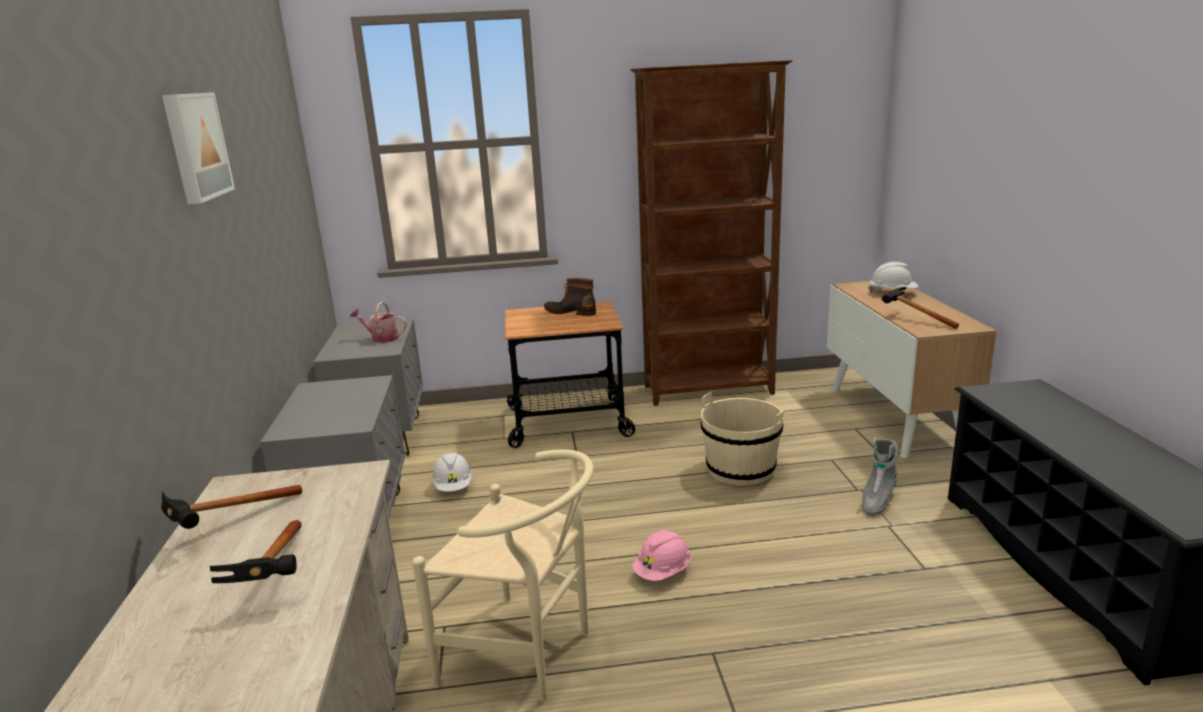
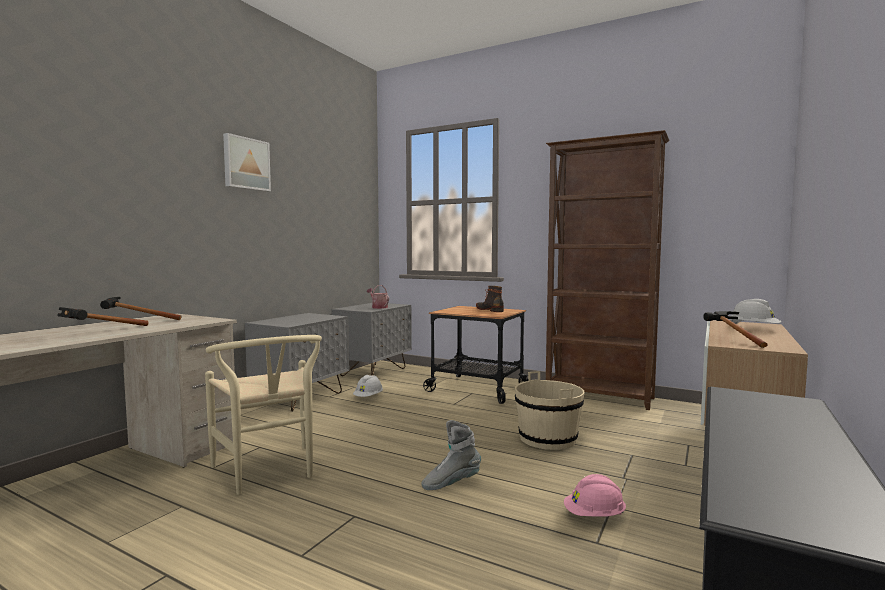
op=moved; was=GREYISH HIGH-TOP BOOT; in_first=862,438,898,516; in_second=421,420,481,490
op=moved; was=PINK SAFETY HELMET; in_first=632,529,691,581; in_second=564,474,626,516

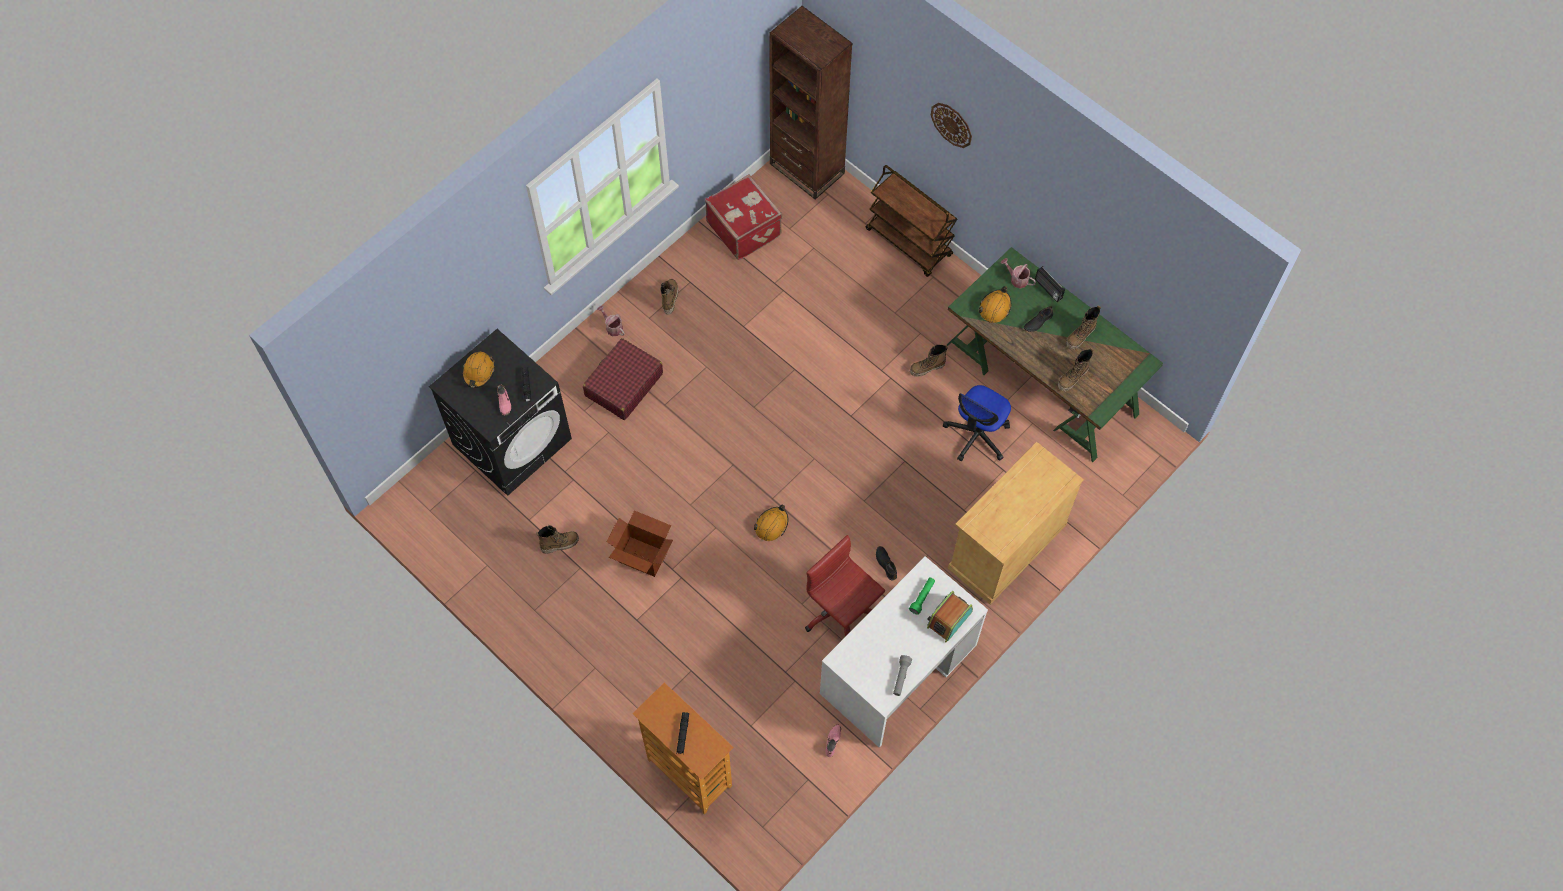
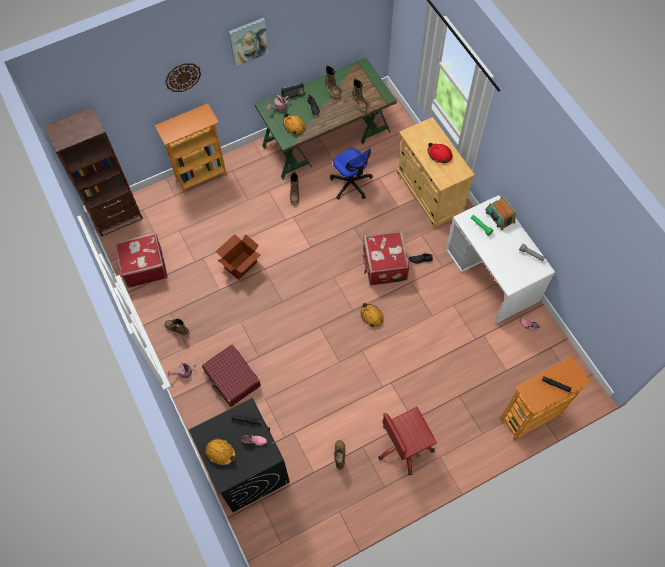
op=replaced; was=BROWN CART; now=BOOKCASE; in_first=865,165,957,277; in_second=155,104,227,194
op=moved; was=CARTON; in_first=606,510,673,577; in_second=215,234,261,280
op=moved; was=REDDISH DESK CHAIR; in_first=805,535,885,637; in_second=378,407,437,475
op=added; now=PICTURE; in_second=229,18,269,66
op=added; now=REDDISH SAFETY HELMET; in_second=428,143,453,163
op=added; now=REDDISH TRAVEL CASE; in_second=362,231,410,285

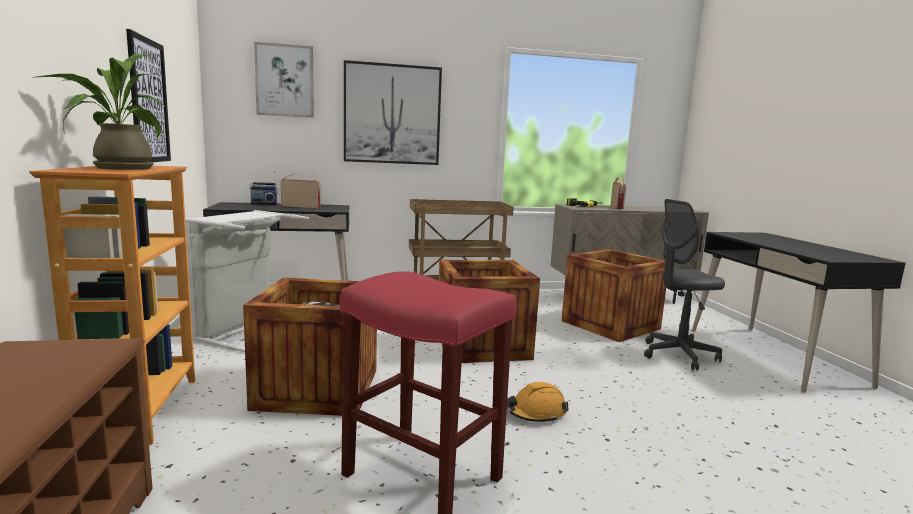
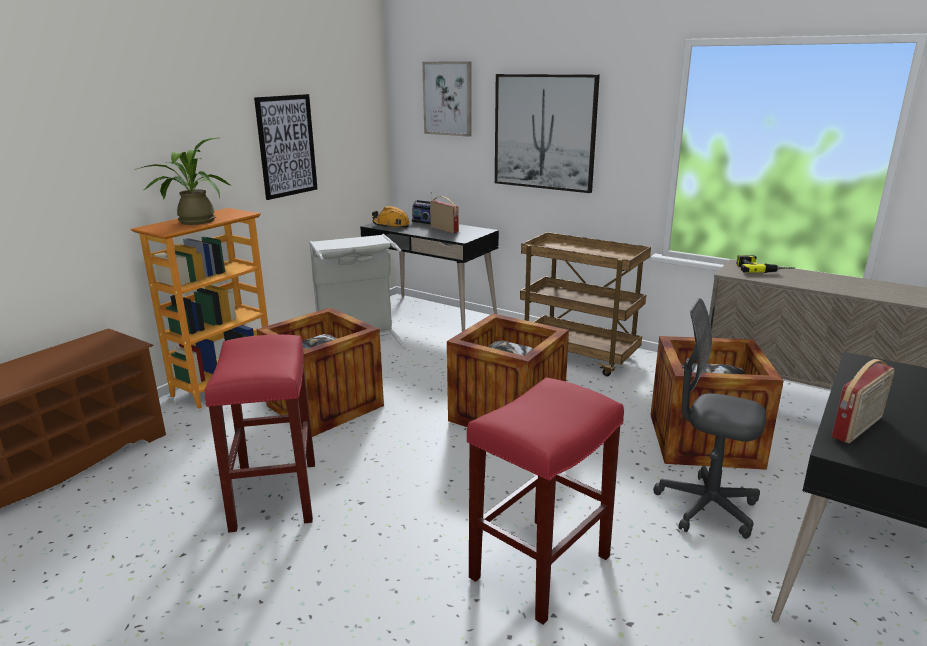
op=moved; was=RADIO SET; in_first=611,177,626,209; in_second=832,359,895,443
op=moved; was=ORANGE SAFETY HELMET; in_first=507,382,569,423; in_second=372,206,410,228
op=added; now=REDDISH STOOL SEAT; in_second=467,378,624,625

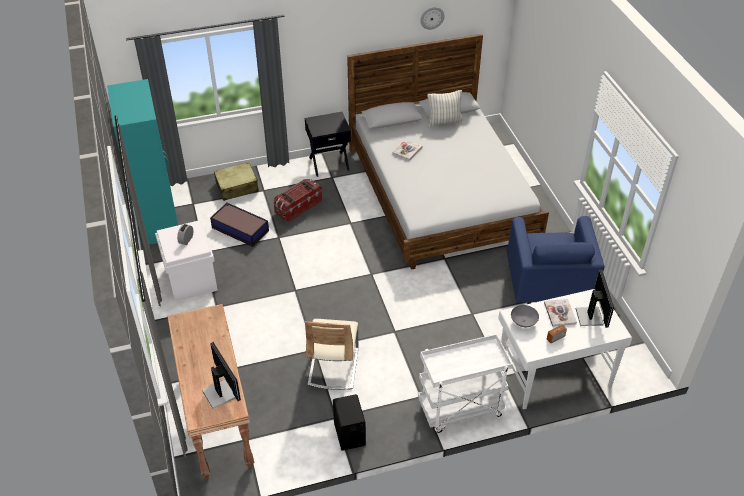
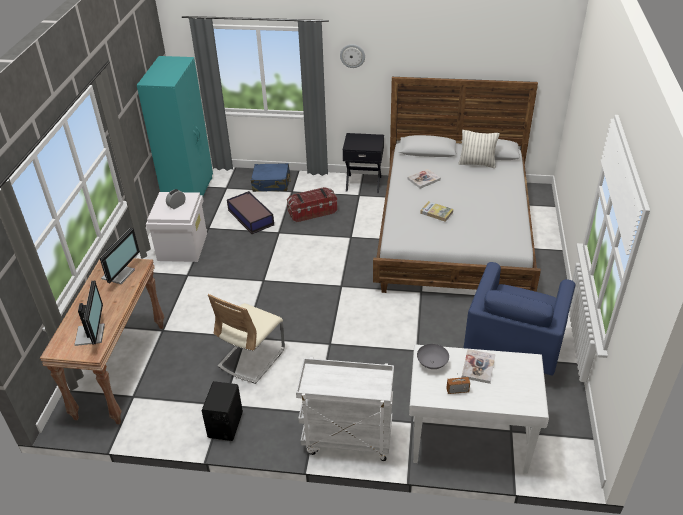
op=moved; was=WALL CLOCK; in_first=420,7,445,30; in_second=340,44,365,68
op=recoloured; was=BEIGE-COLOURED TRAVEL CASE; now=BLUE TRAVEL CASE; in_first=214,162,259,201; in_second=251,163,291,192
op=moved; was=MONITOR; in_first=576,270,614,328; in_second=100,228,140,284
op=added; now=BOUND BOOK; in_second=420,201,453,222

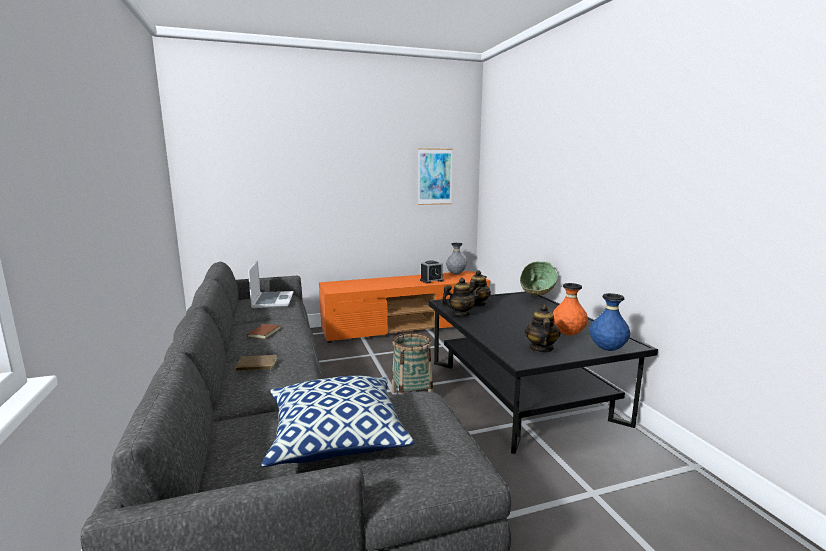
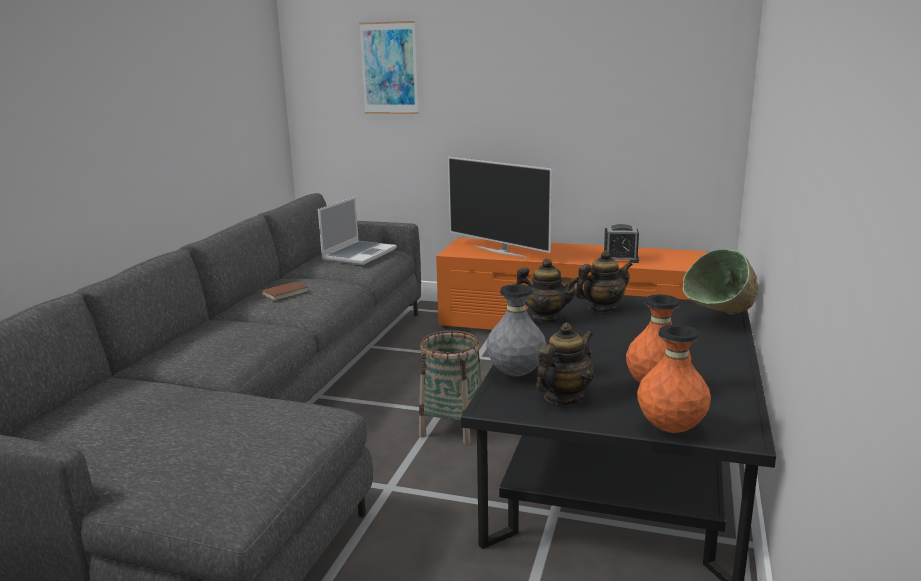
op=moved; was=PICTURE; in_first=418,148,453,205; in_second=359,21,418,114
op=moved; was=GREYISH FLOWER VASE; in_first=446,243,467,274; in_second=486,284,546,376
op=recoloured; was=BLUE FLOWER VASE; now=ORANGE FLOWER VASE; in_first=590,293,630,351; in_second=637,325,711,433
op=removed; was=BROWN BOUND BOOK; in_first=235,355,278,371
op=removed; was=CUSHION; in_first=262,376,415,467
op=added; now=TELEVISION; in_second=448,157,552,258

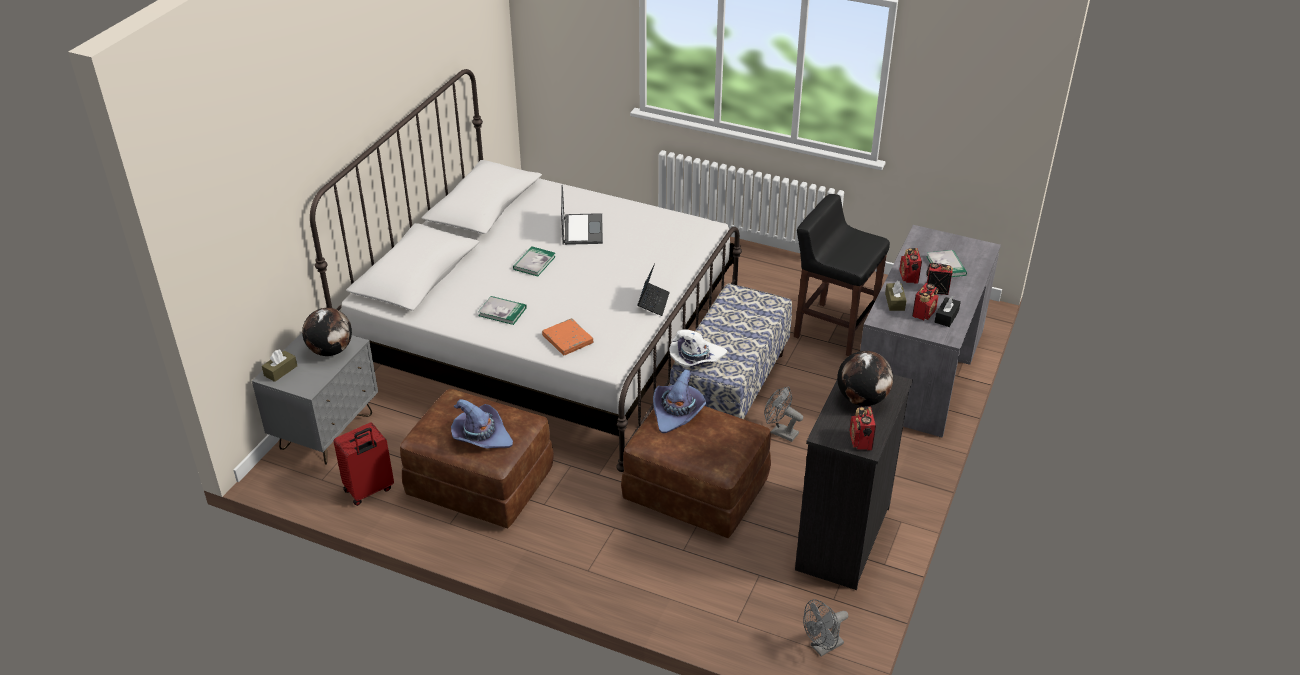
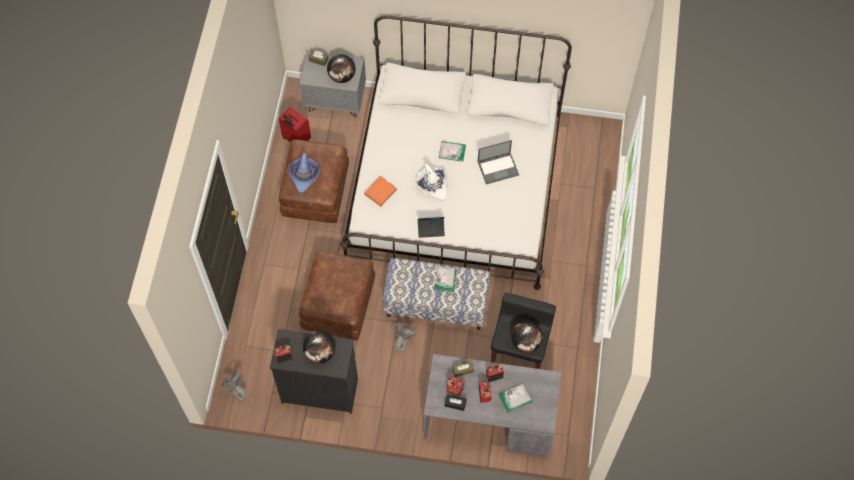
op=moved; was=BOUND BOOK; in_first=478,296,527,325; in_second=435,266,457,292
op=moved; was=WHITE HAT; in_first=669,329,727,367; in_second=416,164,448,201
op=removed; was=PURPLE-COLOURED HAT; in_first=653,369,707,433
op=added; now=DESK GLOBE; in_second=511,321,543,353

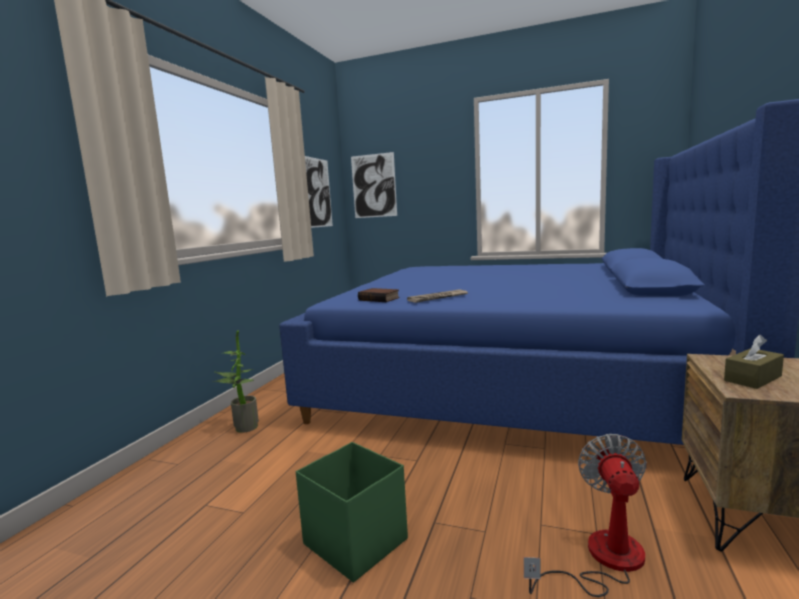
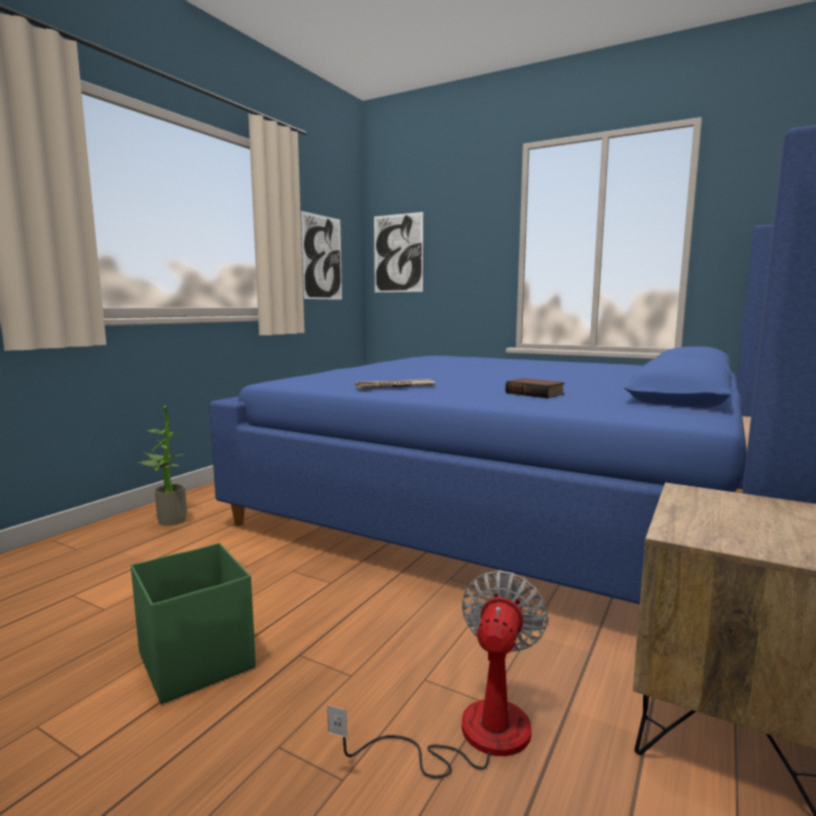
op=moved; was=BOUND BOOK; in_first=358,288,399,302; in_second=505,378,565,398
op=removed; was=BROWN BOX OF TISSUES; in_first=724,335,784,389

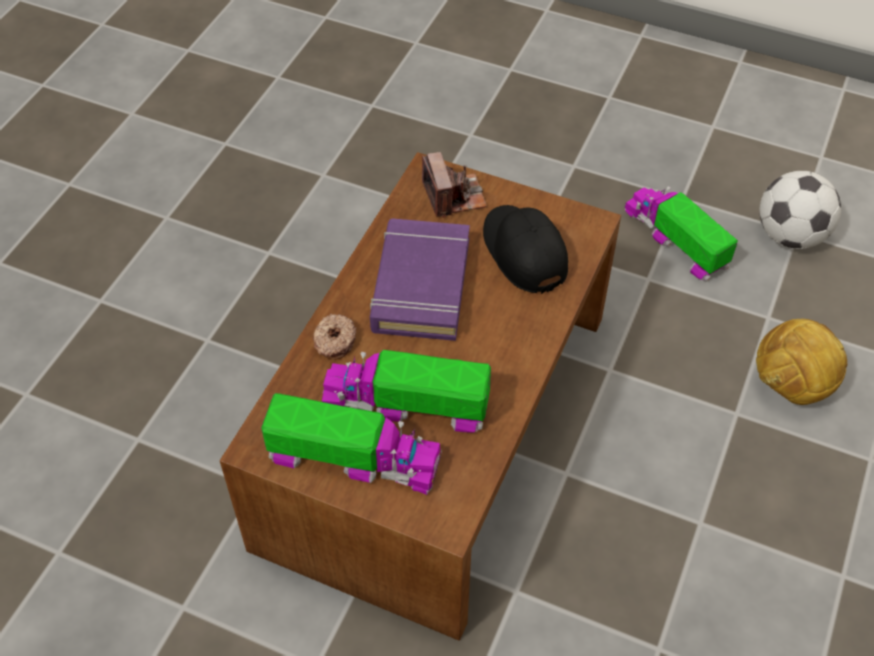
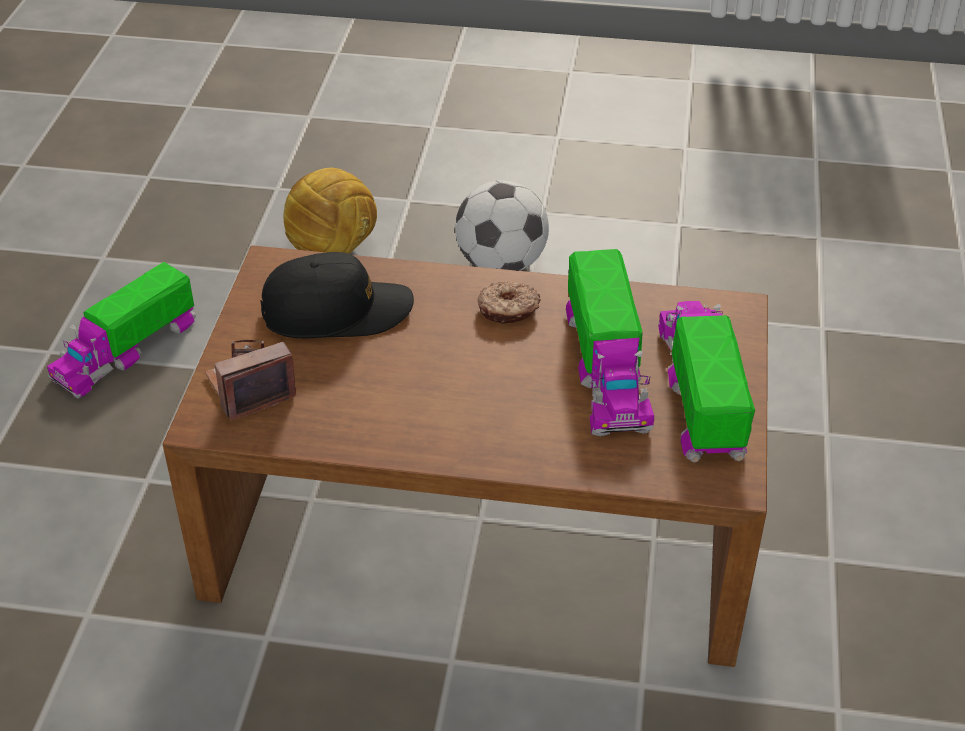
op=moved; was=FOOTBALL; in_first=759,171,841,249; in_second=455,180,549,271
op=turned; was=BLACKISH PEAKED CAP; in_first=483,205,568,294; in_second=261,252,414,338; clockwise=-150
op=removed; was=PURPLE-COLOURED BOUND BOOK; in_first=370,218,470,341
op=moved; was=DOUGHNUT; in_first=313,313,357,360; in_second=478,281,541,324

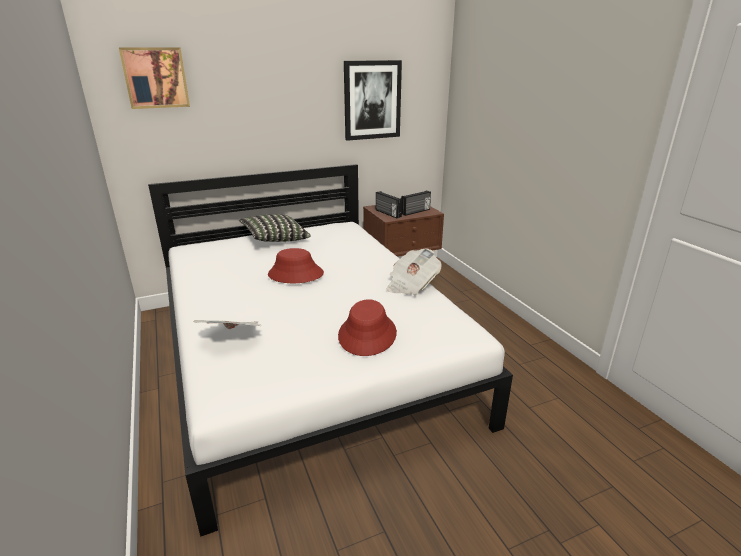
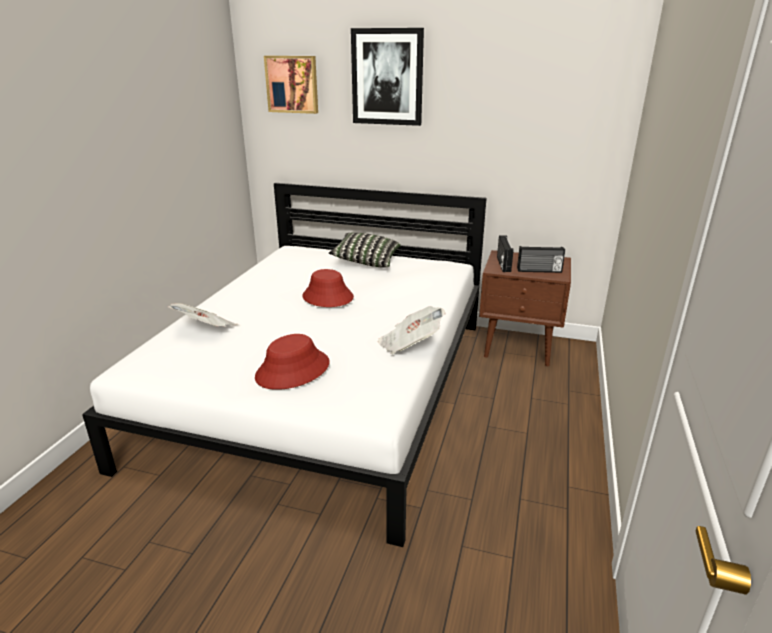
op=moved; was=PICTURE; in_first=344,60,402,141; in_second=351,28,424,126

